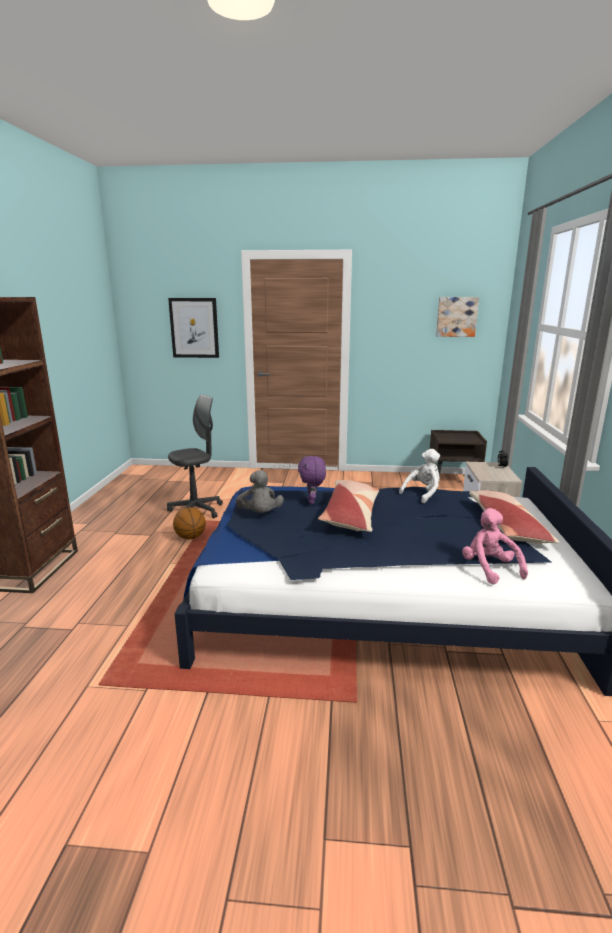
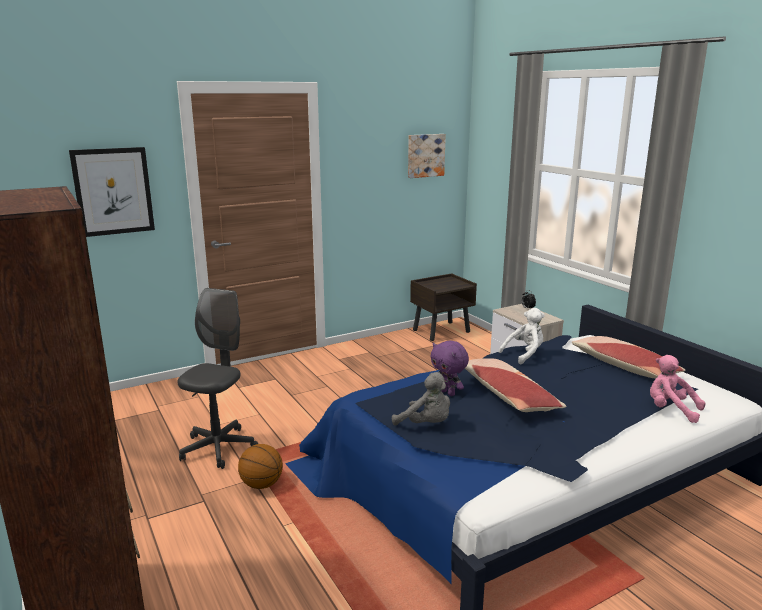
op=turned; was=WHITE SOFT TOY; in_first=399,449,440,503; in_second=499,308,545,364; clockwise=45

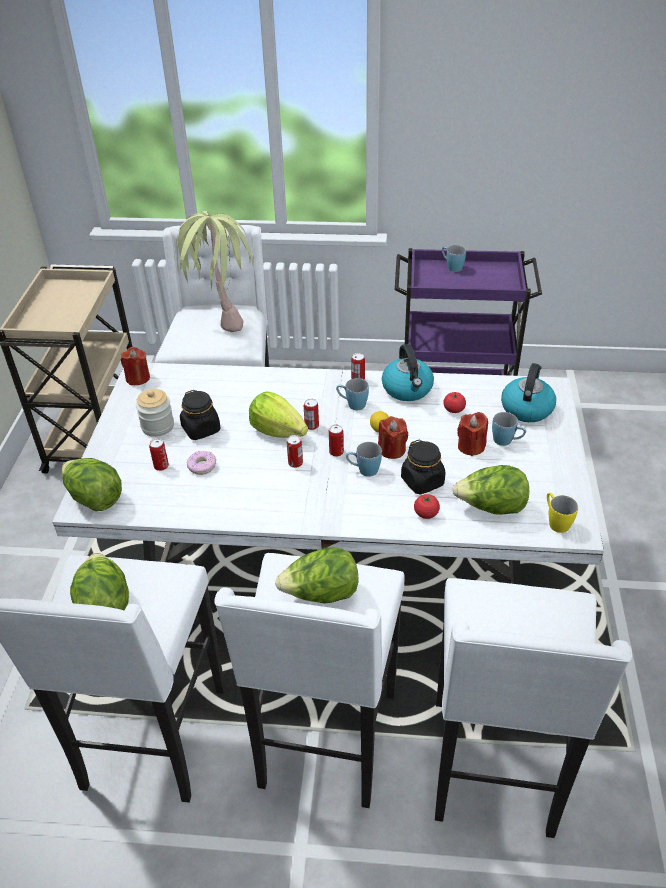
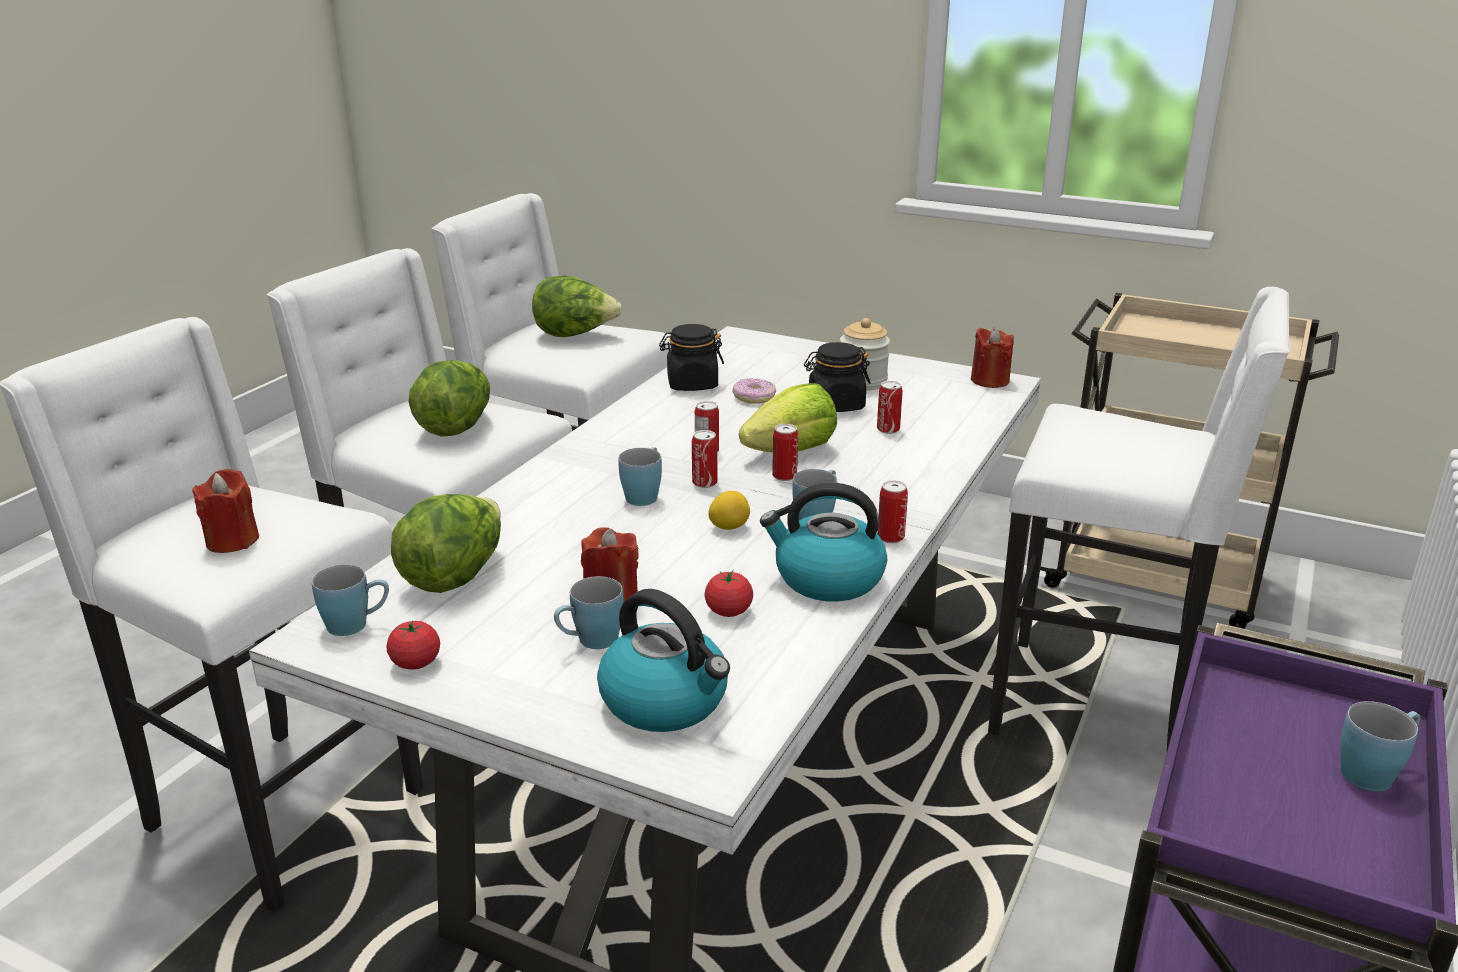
op=removed; was=HOUSEPLANT; in_first=174,211,253,332
op=moved; was=REDDISH WAX CANDLE; in_first=378,416,409,459; in_second=192,469,259,553
op=moved; was=SEALED CAN; in_first=149,438,169,471; in_second=877,381,903,434
op=moved; was=BLACKISH JAR; in_first=401,440,445,495; in_second=659,324,724,391
op=removed; was=HEAD OF LETTUCE; in_first=62,458,122,511
op=recoloured; was=YELLOW-COLOURED TEA MUG; now=BLUE TEA MUG; in_first=547,493,578,533; in_second=312,565,389,636
op=moved; was=TOMATO; in_first=414,494,440,519; in_second=387,621,440,670

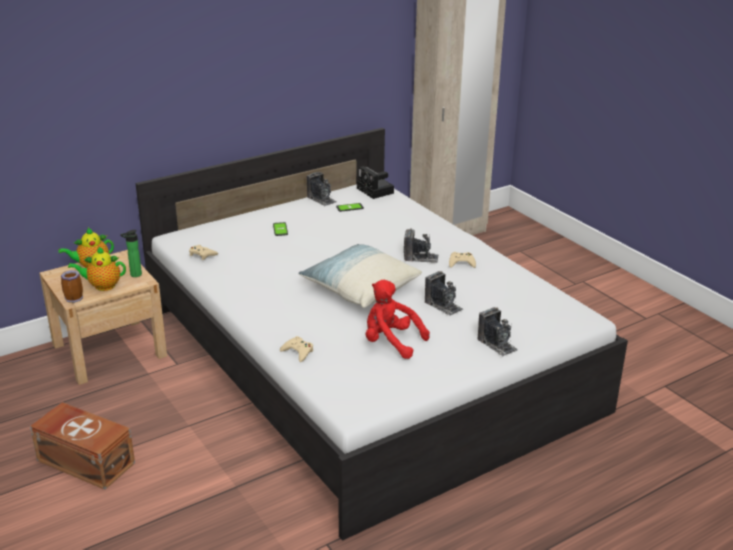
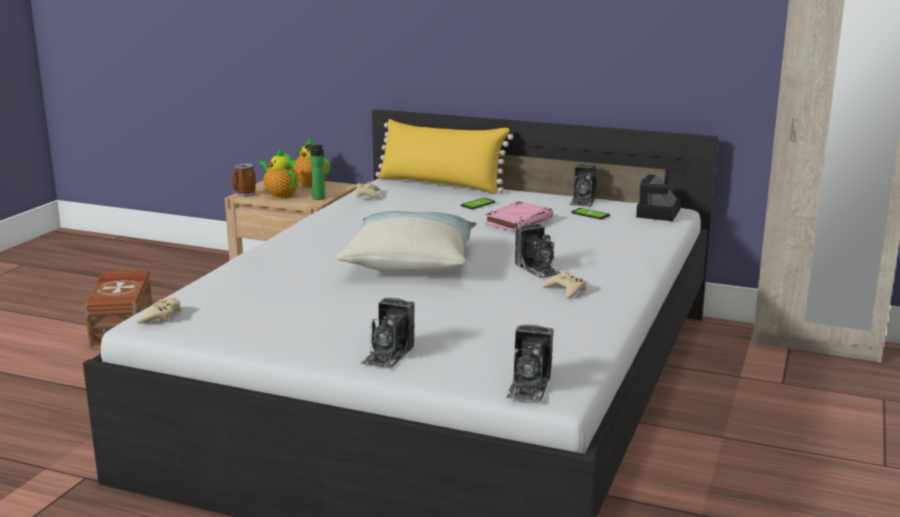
op=moved; was=PHOTO CAMERA; in_first=425,271,463,316; in_second=506,325,553,401
op=removed; was=REDDISH SOFT TOY; in_first=366,280,430,359
op=moved; was=BEIGE-COLOURED GAMEPAD; in_first=280,336,313,362; in_second=137,297,181,324
op=added; now=YELLOW-COLOURED CUSHION; in_second=375,119,513,194
op=added; now=PINK BOUND BOOK; in_second=485,201,553,232

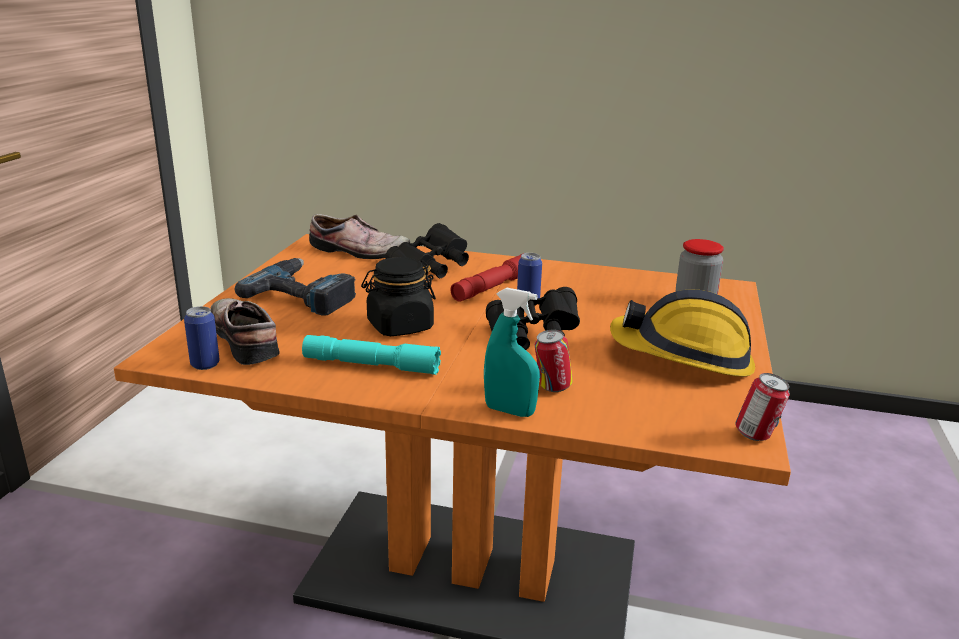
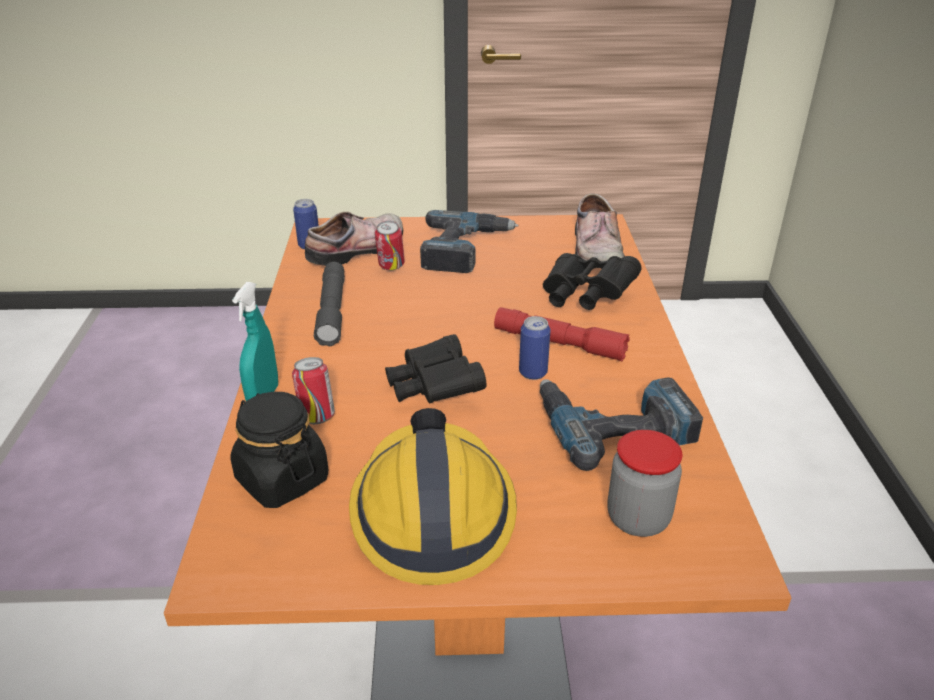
op=moved; was=BLACKISH JAR; in_first=361,257,436,336; in_second=230,392,329,508
op=recoloured; was=BLUE-GREEN FLASHLIGHT; now=GREYISH FLASHLIGHT; in_first=302,335,441,375; in_second=314,262,345,347
op=moved; was=SEALED CAN; in_first=735,373,790,441; in_second=375,221,404,270
op=added; now=DRILL; in_second=540,378,703,471

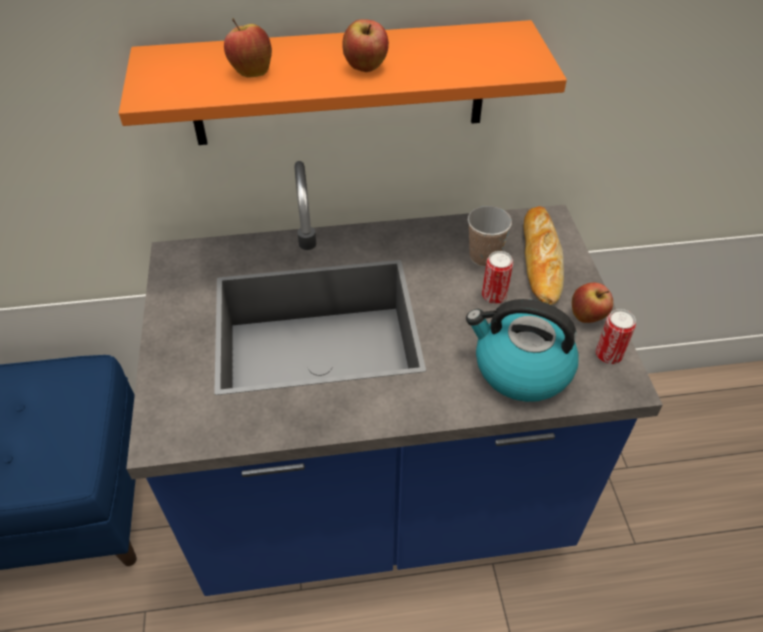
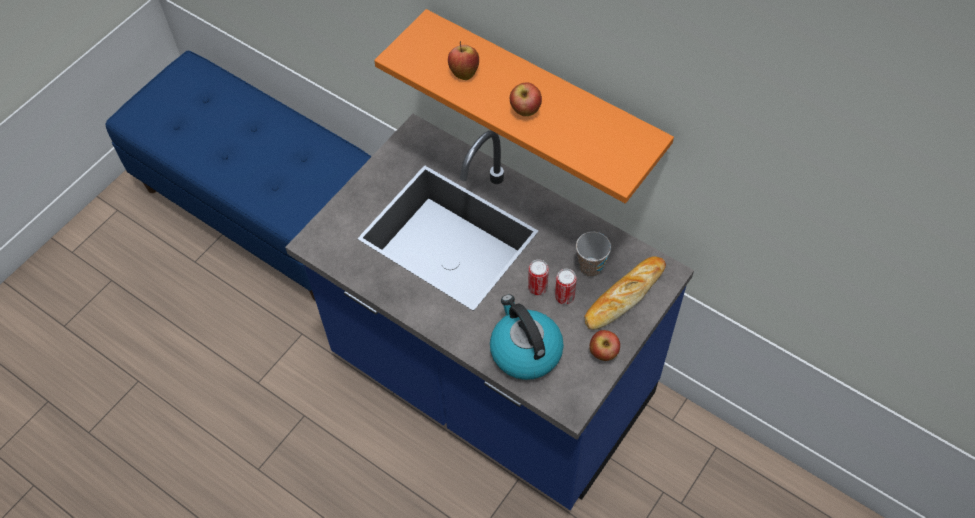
op=moved; was=SEALED CAN; in_first=596,309,636,364; in_second=528,260,549,295

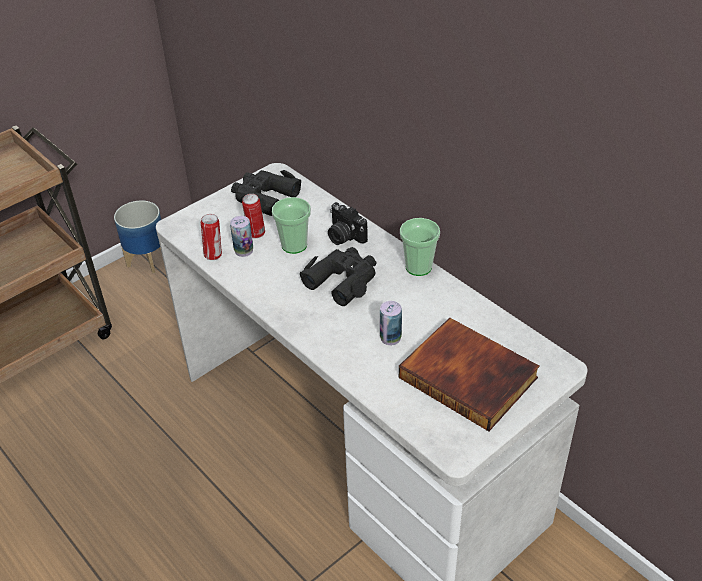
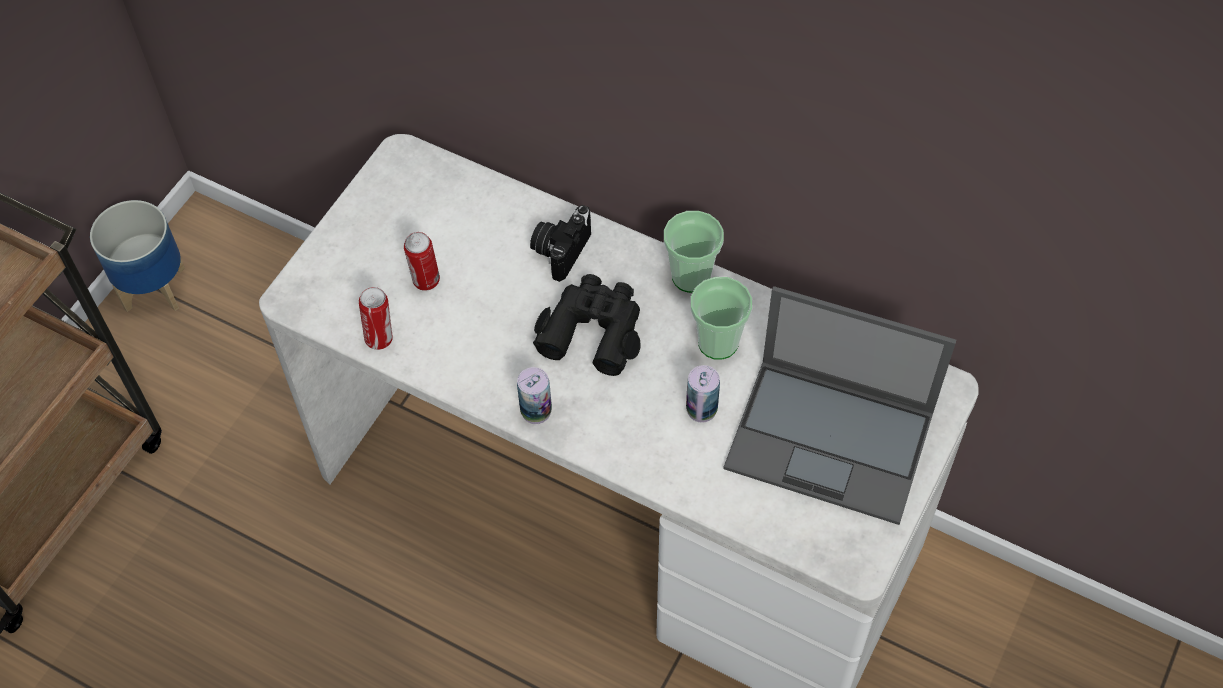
op=removed; was=BLACKISH BINOCULARS; in_first=231,170,302,217
op=moved; was=DRINKING CUP; in_first=272,197,311,254; in_second=691,277,752,360
op=turned; was=PHOTO CAMERA; in_first=328,202,368,245; in_second=530,205,591,282; clockwise=90
op=moved; was=SEALED CAN; in_first=230,216,253,257; in_second=517,367,552,424
op=replaced; was=BOUND BOOK; now=NOTEBOOK COMPUTER; in_first=399,318,540,431; in_second=723,286,956,525

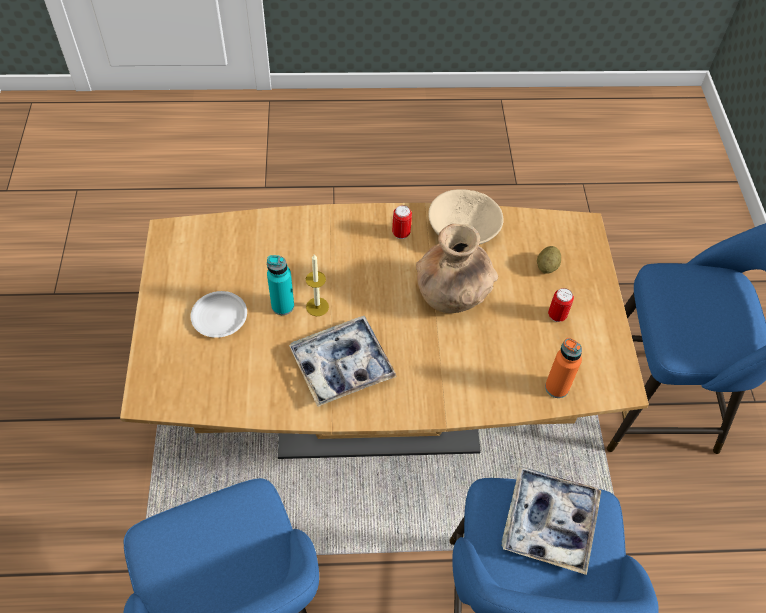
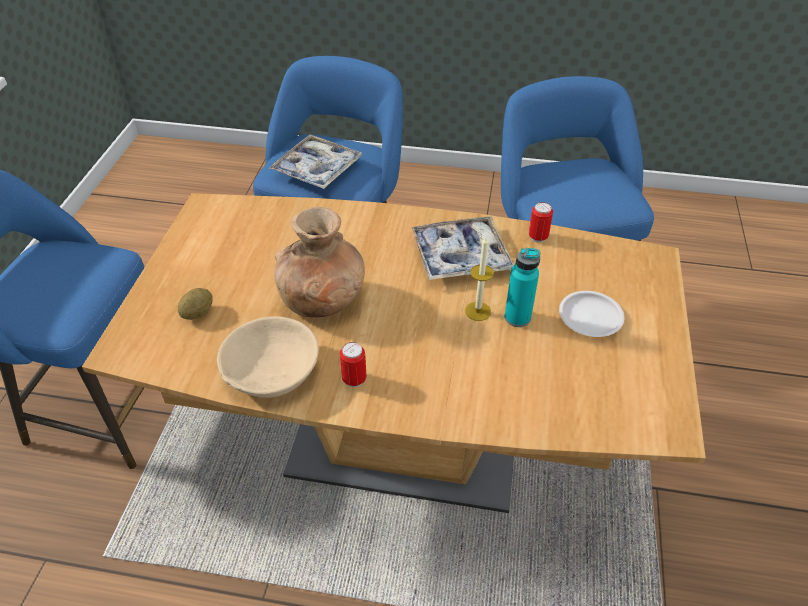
op=moved; was=SEALED CAN; in_first=548,288,574,322; in_second=529,202,553,243
op=removed; was=ORANGE BEVERAGE BOTTLE; in_first=545,338,582,398

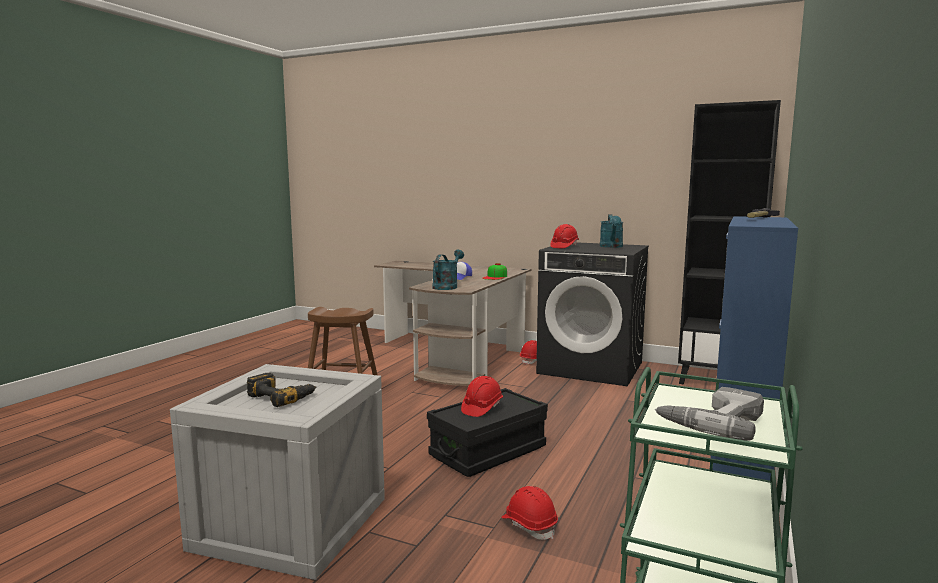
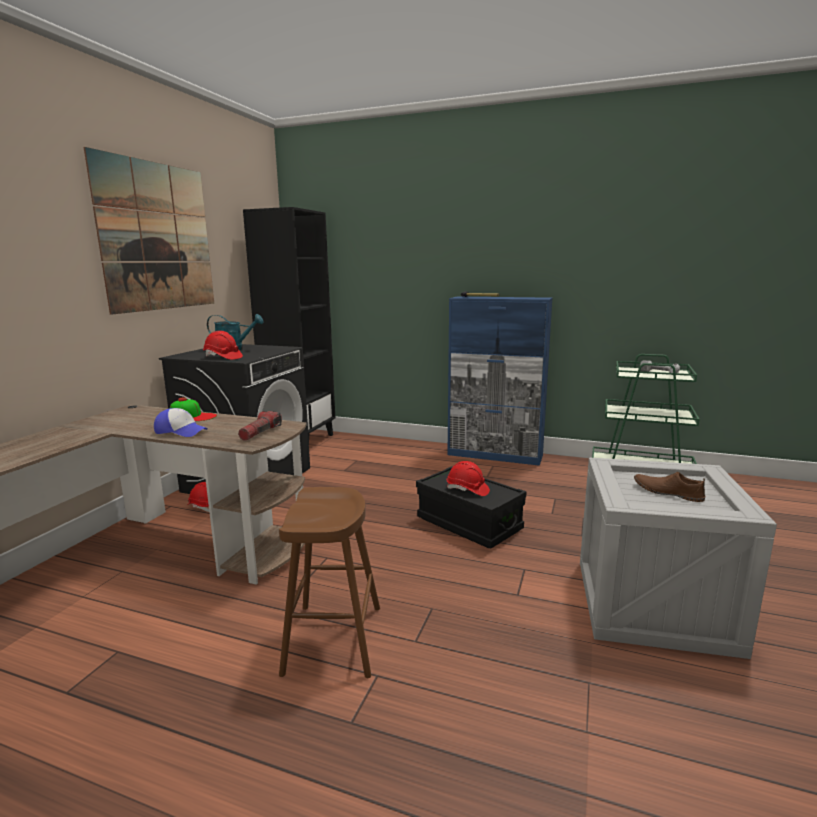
op=replaced; was=BLUE-GREEN WATERING POT; now=FLASHLIGHT; in_first=432,250,464,290; in_second=238,411,282,441
op=replaced; was=DRILL; now=BROWN SHOE; in_first=246,373,317,407; in_second=634,472,705,502
op=removed; was=REDDISH SAFETY HELMET; in_first=501,486,558,540
op=added; now=PICTURE; in_second=84,147,214,315

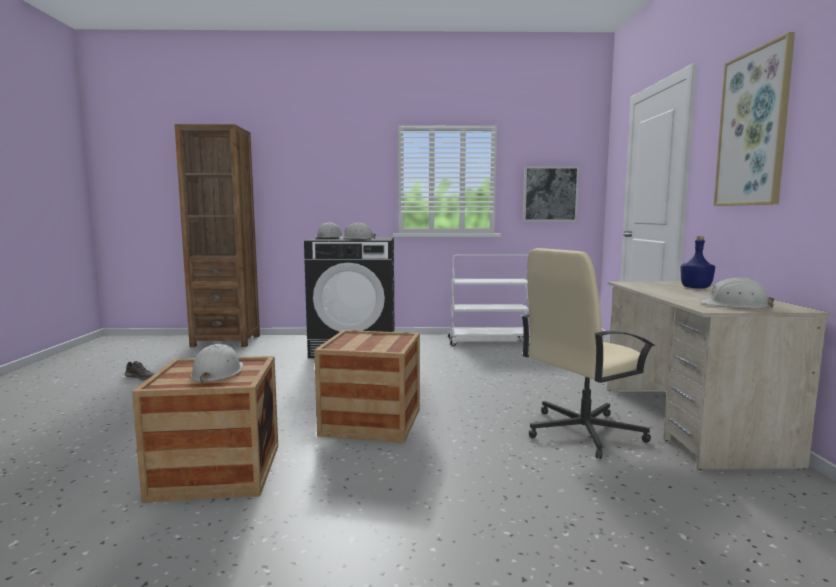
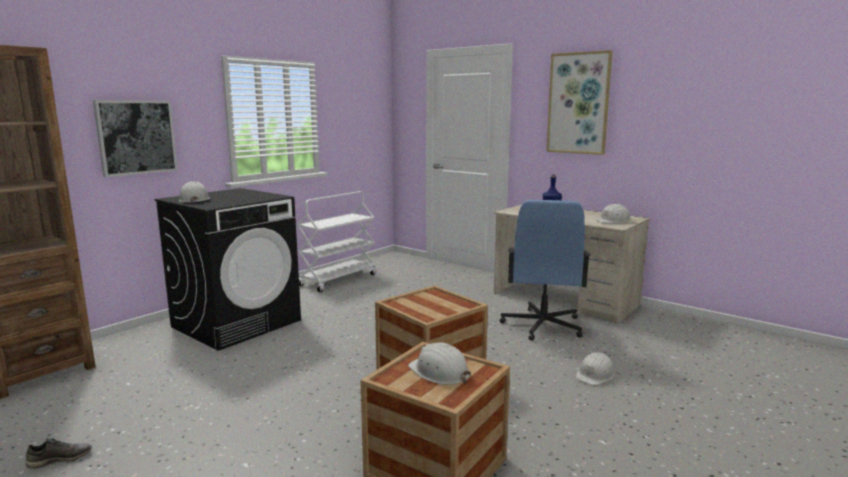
op=moved; was=PICTURE; in_first=523,166,579,221; in_second=93,100,178,177
op=moved; was=WHITE SAFETY HELMET; in_first=340,223,376,239; in_second=576,352,615,385
op=recoloured; was=BEIGE-COLOURED DESK CHAIR; now=BLUE DESK CHAIR; in_first=521,248,655,459; in_second=500,200,591,341

